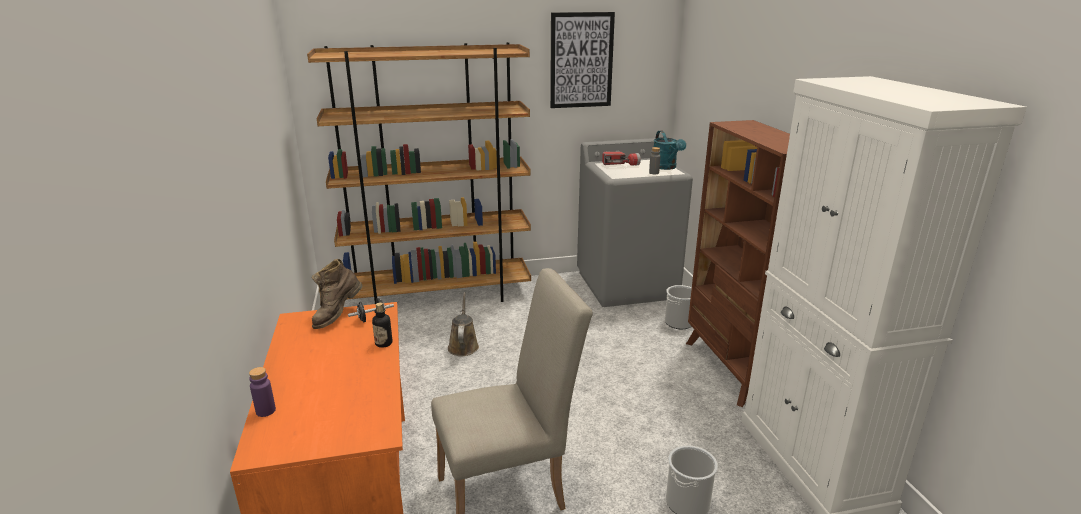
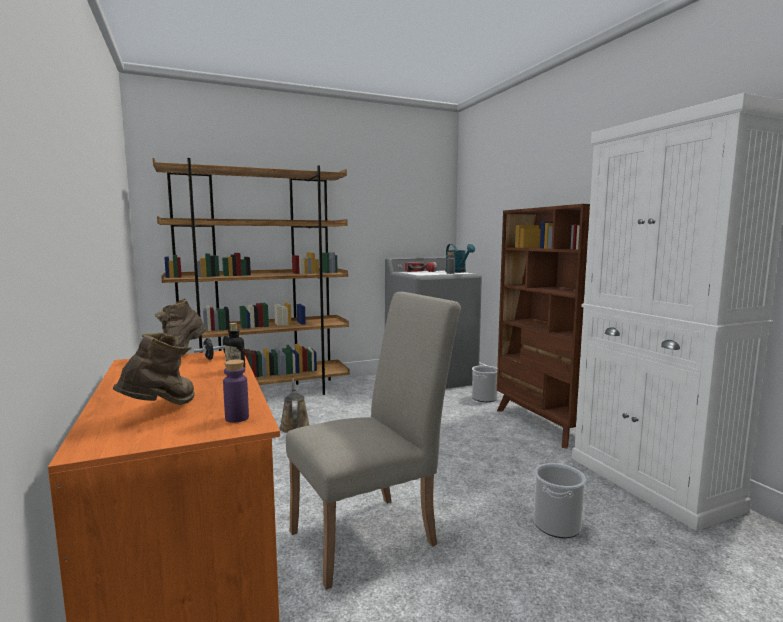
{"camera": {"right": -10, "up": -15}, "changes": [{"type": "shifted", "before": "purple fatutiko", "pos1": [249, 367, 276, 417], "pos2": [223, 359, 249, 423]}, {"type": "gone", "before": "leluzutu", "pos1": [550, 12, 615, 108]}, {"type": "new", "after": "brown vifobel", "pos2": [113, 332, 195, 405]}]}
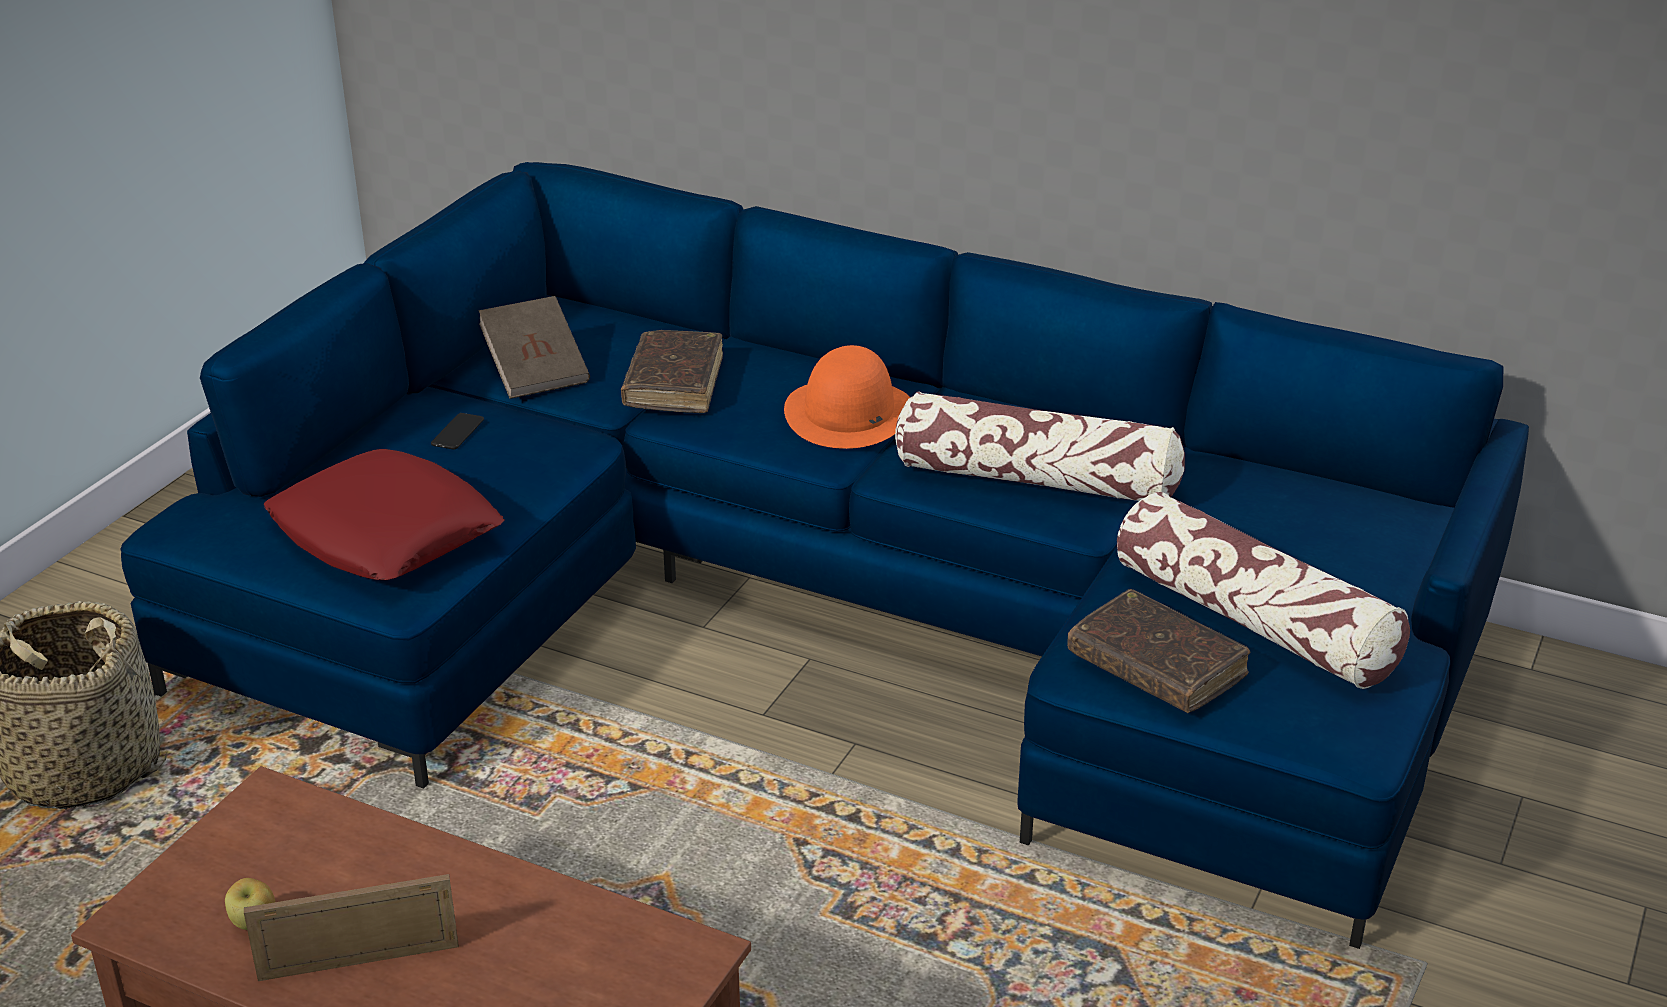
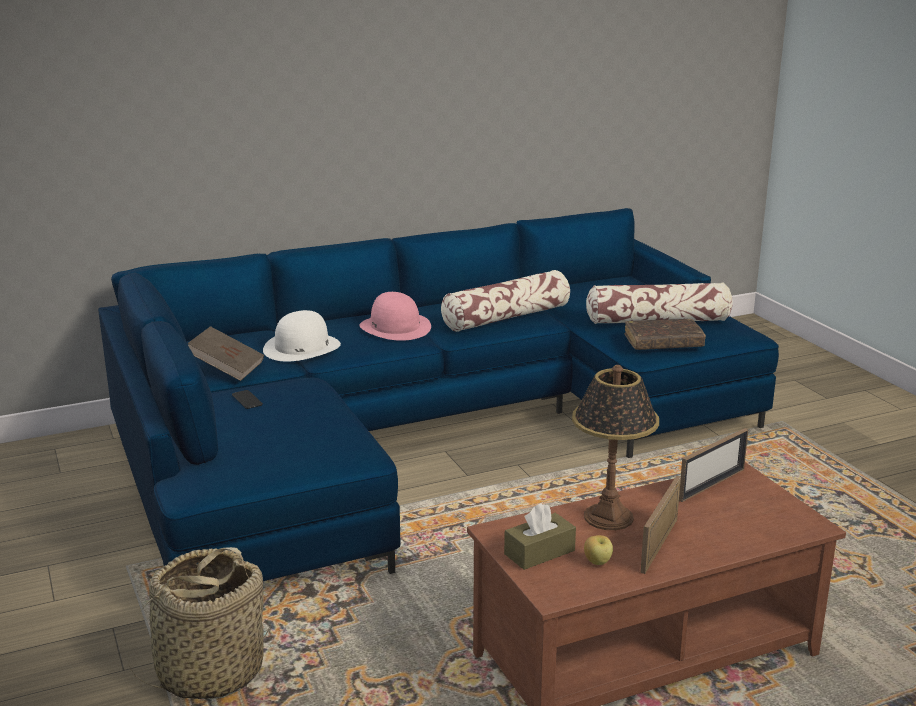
{"camera": {"right": -50, "up": -10}, "changes": [{"type": "gone", "before": "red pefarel", "pos1": [264, 449, 504, 580]}, {"type": "swapped", "before": "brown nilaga", "after": "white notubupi", "pos1": [621, 330, 723, 413], "pos2": [263, 310, 341, 362]}, {"type": "repainted", "before": "orange notubupi", "after": "pink notubupi", "pos1": [784, 345, 910, 449], "pos2": [359, 292, 431, 341]}, {"type": "new", "after": "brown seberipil", "pos2": [504, 503, 576, 570]}, {"type": "new", "after": "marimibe", "pos2": [572, 365, 659, 530]}, {"type": "new", "after": "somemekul", "pos2": [679, 428, 748, 502]}]}
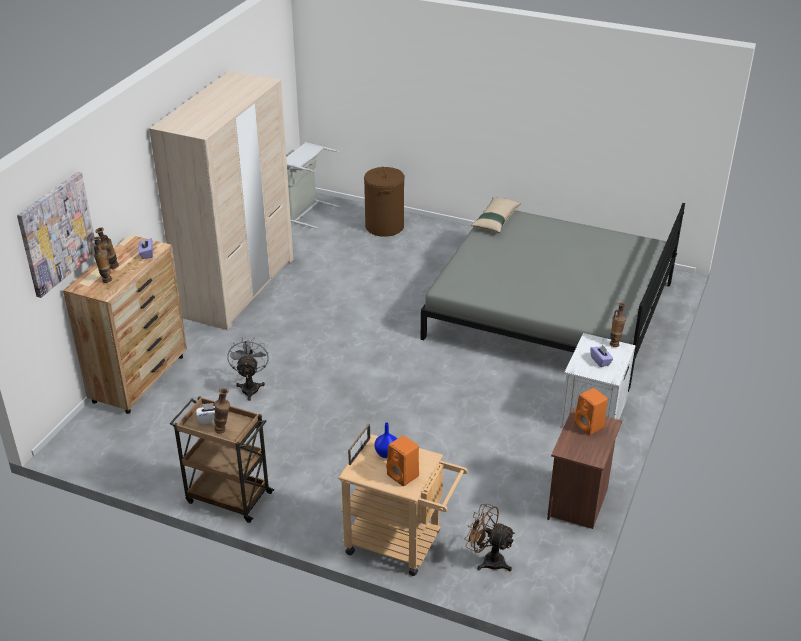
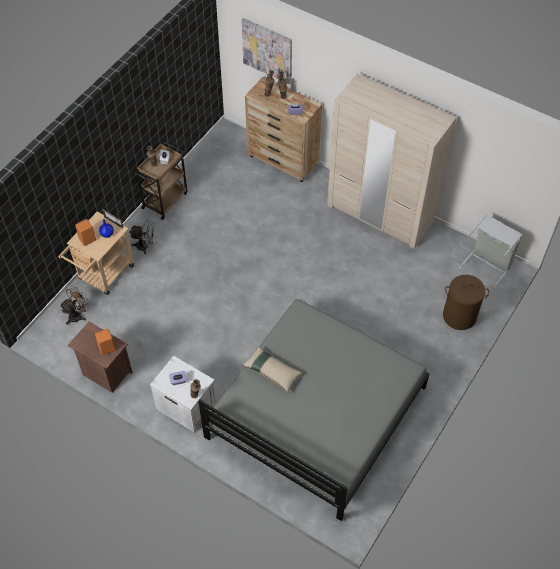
{"camera": {"right": 100, "up": 20}, "changes": [{"type": "shifted", "before": "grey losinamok", "pos1": [227, 337, 269, 401], "pos2": [129, 220, 155, 254]}, {"type": "shifted", "before": "beige pefarel", "pos1": [471, 197, 521, 233], "pos2": [243, 346, 302, 392]}]}
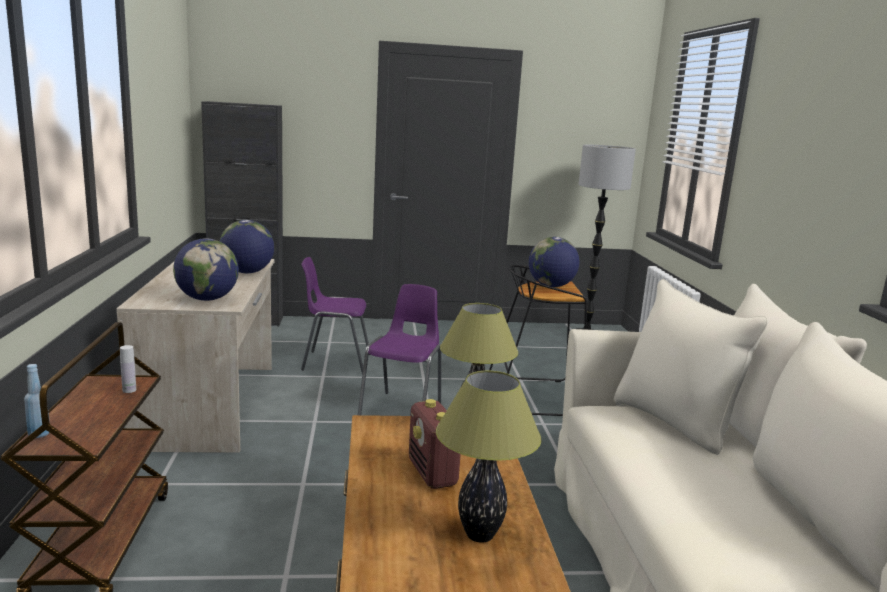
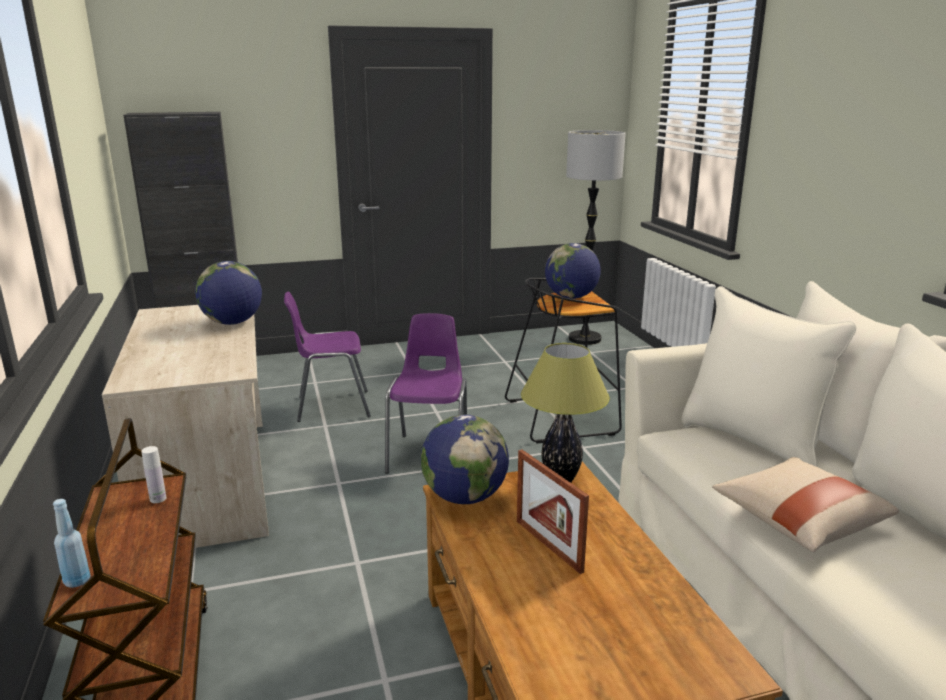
{"camera": {"right": -10, "up": 5}, "changes": [{"type": "shifted", "before": "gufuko", "pos1": [173, 238, 239, 301], "pos2": [421, 415, 509, 504]}, {"type": "swapped", "before": "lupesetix", "after": "somemekul", "pos1": [409, 399, 461, 489], "pos2": [517, 449, 589, 574]}, {"type": "gone", "before": "marimibe", "pos1": [436, 371, 541, 543]}, {"type": "new", "after": "beige pefarel", "pos2": [712, 457, 899, 552]}]}
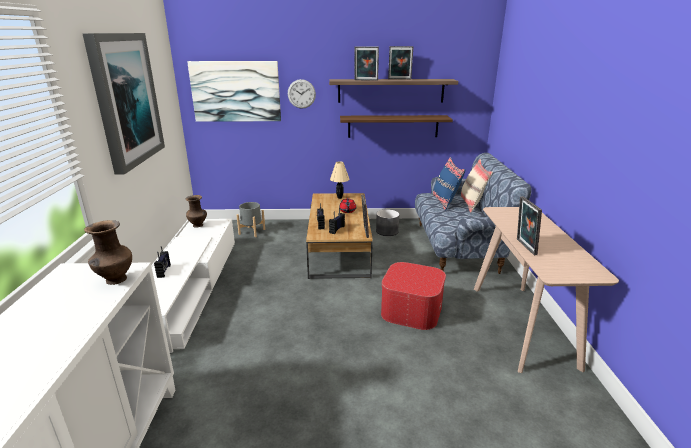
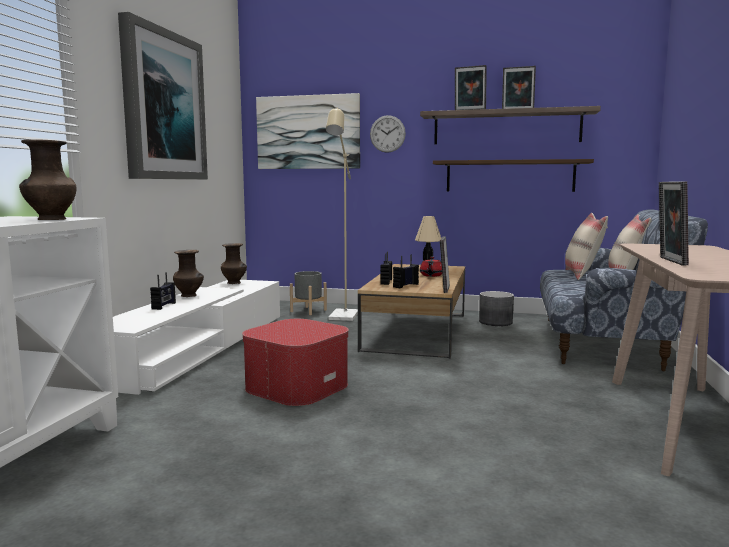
{"camera": {"right": 15, "up": -15}, "changes": [{"type": "shifted", "before": "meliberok", "pos1": [381, 262, 446, 330], "pos2": [242, 319, 349, 406]}, {"type": "repainted", "before": "blue pefarel", "after": "beige pefarel", "pos1": [433, 157, 466, 210], "pos2": [565, 213, 608, 280]}, {"type": "new", "after": "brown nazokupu", "pos2": [173, 250, 204, 297]}, {"type": "new", "after": "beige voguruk", "pos2": [326, 108, 358, 321]}]}
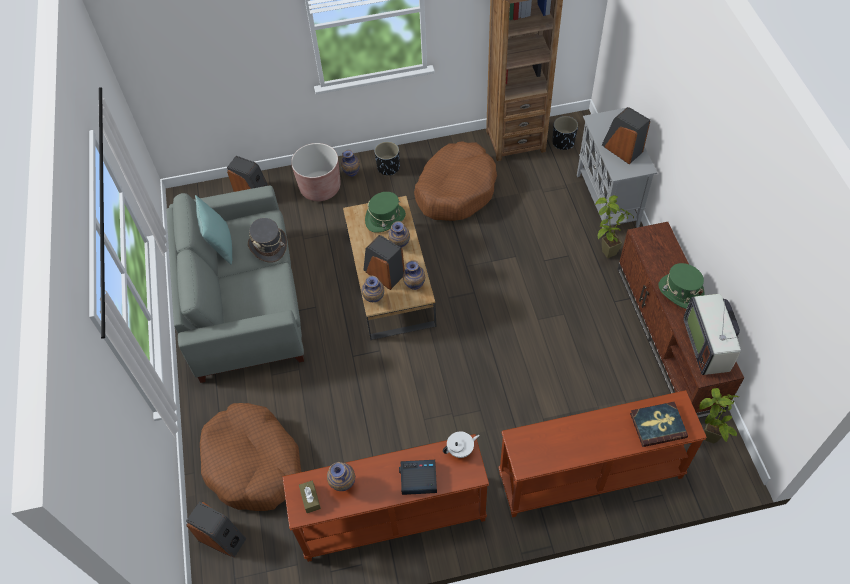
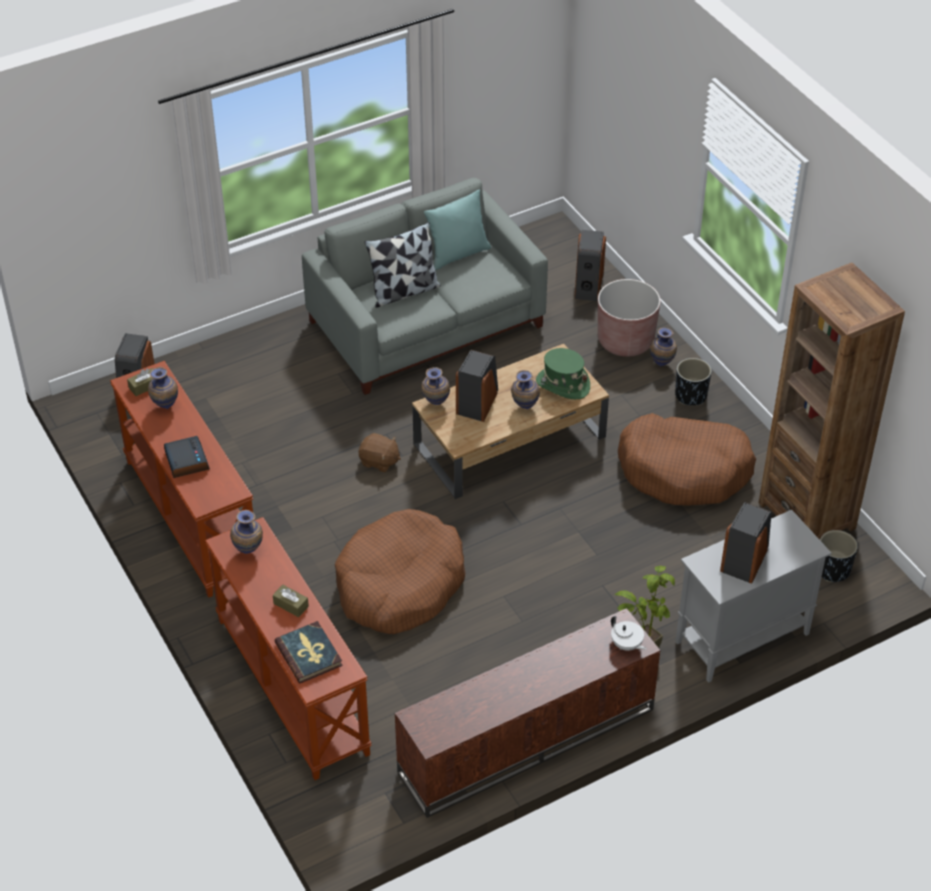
{"camera": {"right": 70, "up": -10}, "changes": [{"type": "shifted", "before": "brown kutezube", "pos1": [200, 403, 302, 511], "pos2": [335, 509, 465, 634]}, {"type": "gone", "before": "grey notubupi", "pos1": [248, 218, 287, 263]}, {"type": "shifted", "before": "nazokupu", "pos1": [403, 260, 425, 290], "pos2": [230, 510, 263, 554]}, {"type": "shifted", "before": "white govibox", "pos1": [443, 431, 480, 458], "pos2": [611, 616, 647, 651]}, {"type": "gone", "before": "green notubupi", "pos1": [658, 263, 705, 309]}, {"type": "gone", "before": "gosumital", "pos1": [683, 294, 741, 375]}, {"type": "gone", "before": "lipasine", "pos1": [699, 388, 739, 444]}, {"type": "new", "after": "brown seberipil", "pos2": [273, 585, 309, 617]}, {"type": "new", "after": "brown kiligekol", "pos2": [358, 433, 401, 473]}, {"type": "new", "after": "pefarel", "pos2": [364, 222, 441, 308]}]}
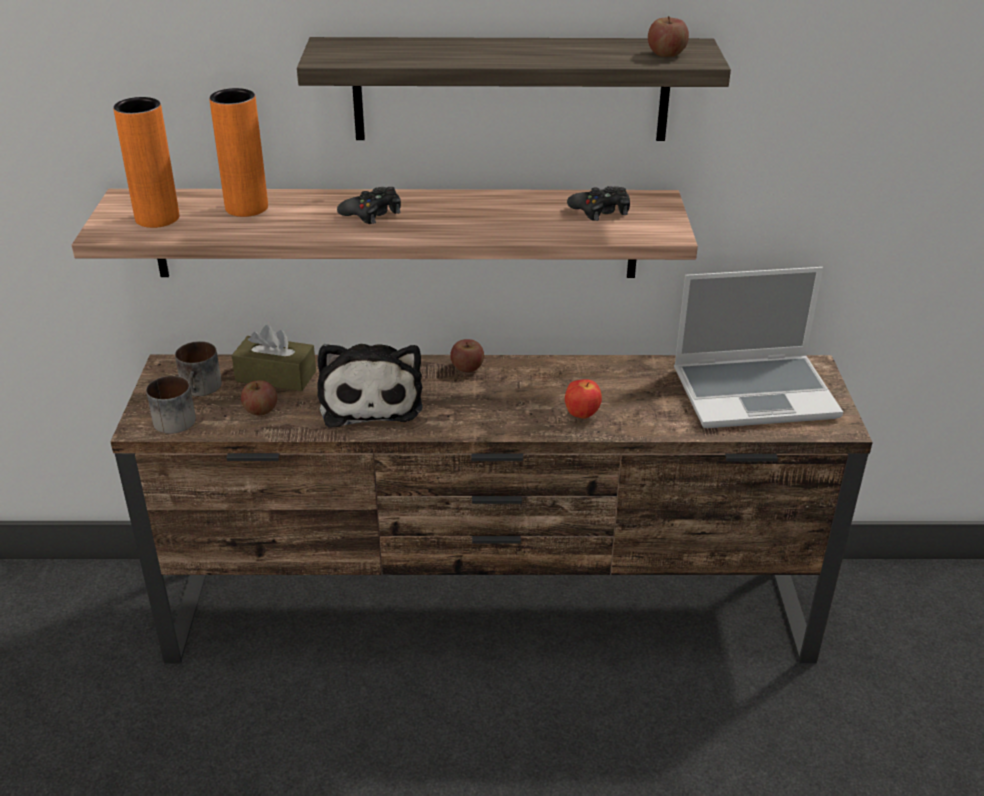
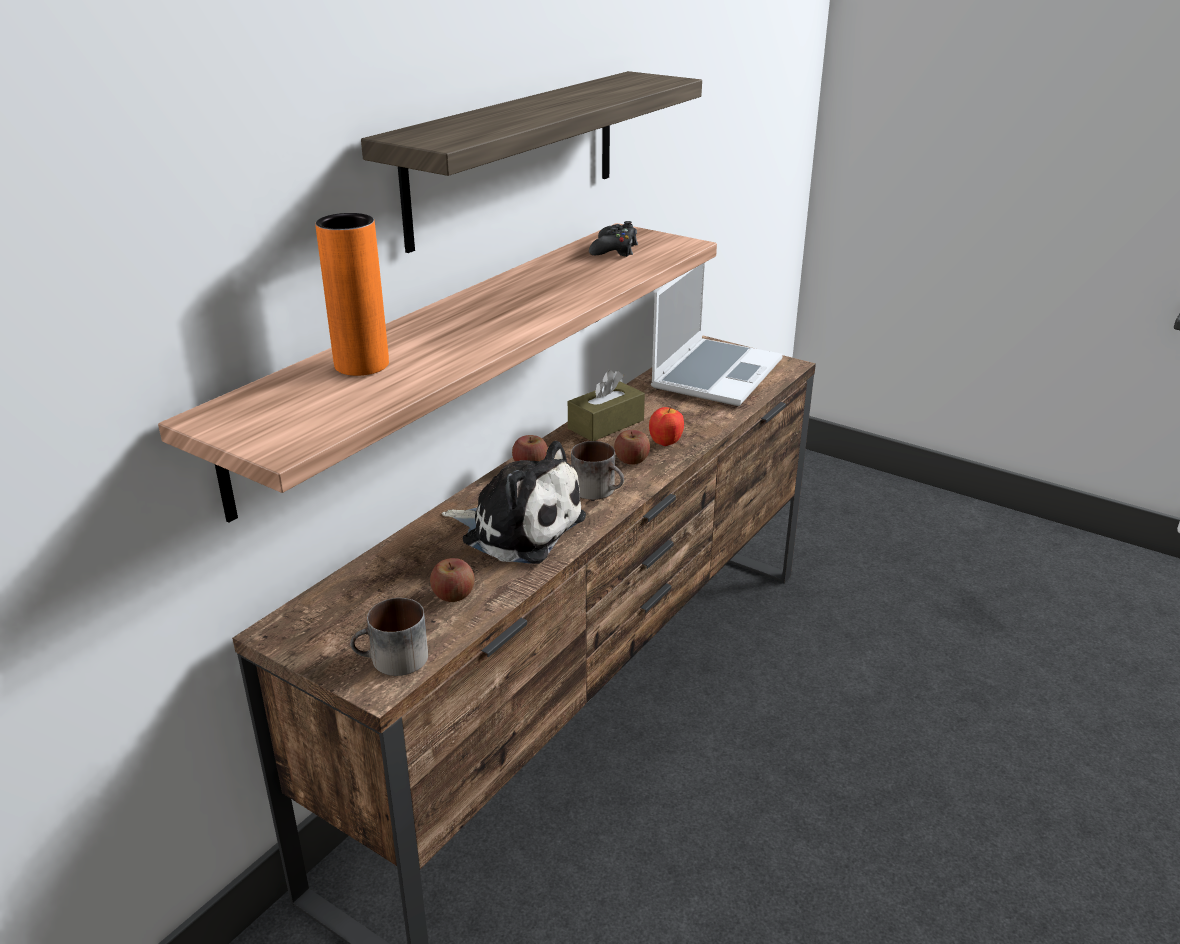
{"camera": {"right": -55, "up": -5}, "changes": [{"type": "gone", "before": "orange nazokupu", "pos1": [113, 97, 179, 228]}, {"type": "shifted", "before": "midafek", "pos1": [175, 341, 222, 396], "pos2": [571, 441, 624, 500]}, {"type": "shifted", "before": "brown seberipil", "pos1": [232, 325, 316, 391], "pos2": [568, 370, 645, 441]}, {"type": "gone", "before": "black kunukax", "pos1": [337, 187, 401, 224]}, {"type": "shifted", "before": "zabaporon", "pos1": [648, 16, 689, 57], "pos2": [614, 430, 650, 465]}]}
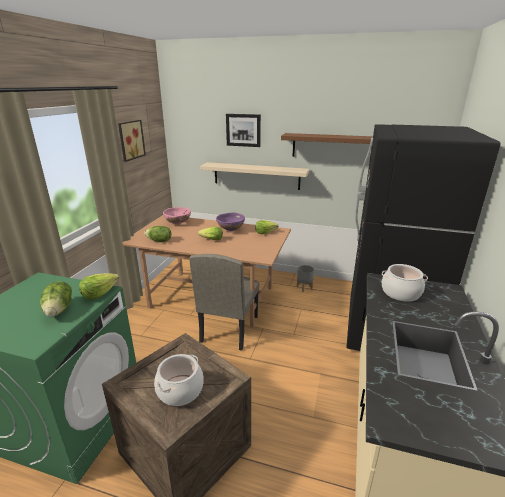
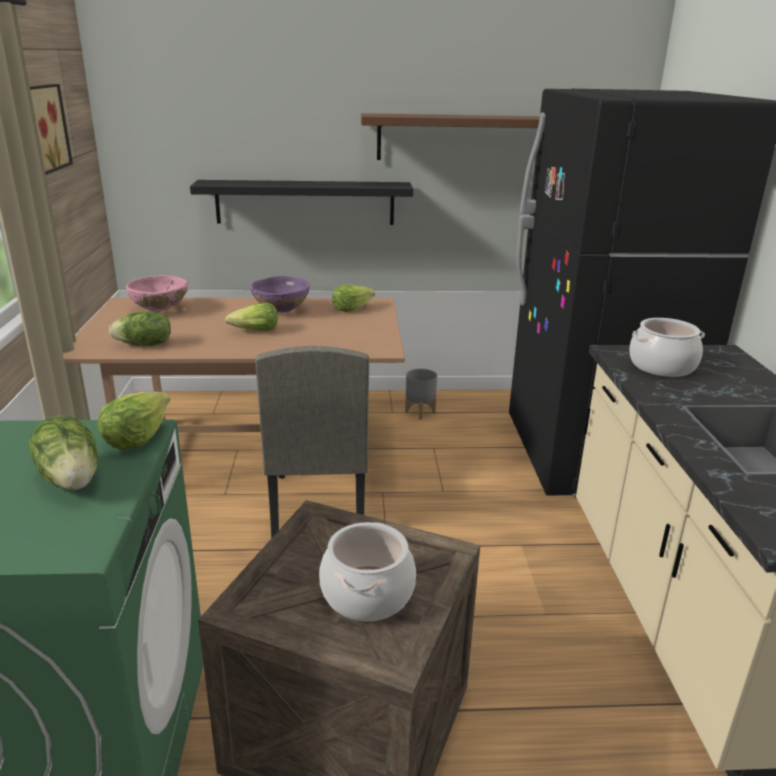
{"camera": {"right": -20, "up": 0}, "changes": [{"type": "repainted", "before": "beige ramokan", "after": "black ramokan", "pos1": [200, 162, 309, 190], "pos2": [190, 180, 413, 225]}, {"type": "gone", "before": "leluzutu", "pos1": [226, 114, 261, 147]}]}
